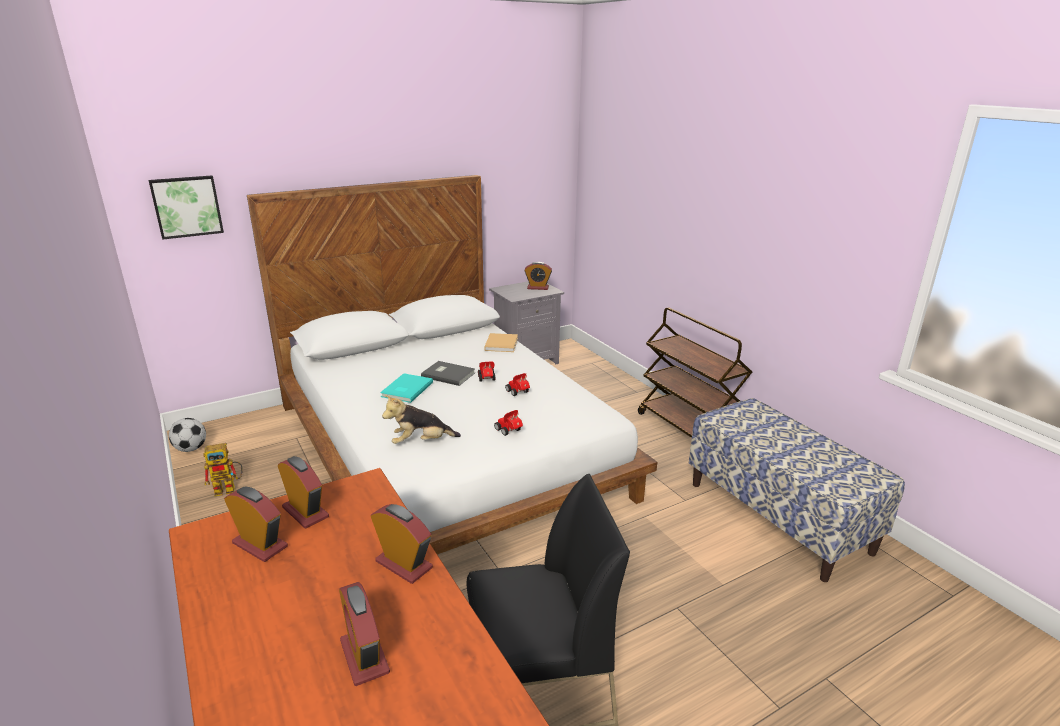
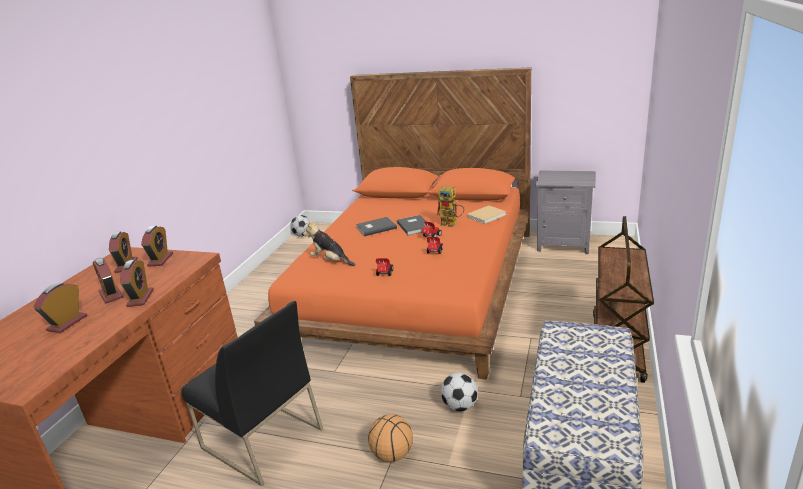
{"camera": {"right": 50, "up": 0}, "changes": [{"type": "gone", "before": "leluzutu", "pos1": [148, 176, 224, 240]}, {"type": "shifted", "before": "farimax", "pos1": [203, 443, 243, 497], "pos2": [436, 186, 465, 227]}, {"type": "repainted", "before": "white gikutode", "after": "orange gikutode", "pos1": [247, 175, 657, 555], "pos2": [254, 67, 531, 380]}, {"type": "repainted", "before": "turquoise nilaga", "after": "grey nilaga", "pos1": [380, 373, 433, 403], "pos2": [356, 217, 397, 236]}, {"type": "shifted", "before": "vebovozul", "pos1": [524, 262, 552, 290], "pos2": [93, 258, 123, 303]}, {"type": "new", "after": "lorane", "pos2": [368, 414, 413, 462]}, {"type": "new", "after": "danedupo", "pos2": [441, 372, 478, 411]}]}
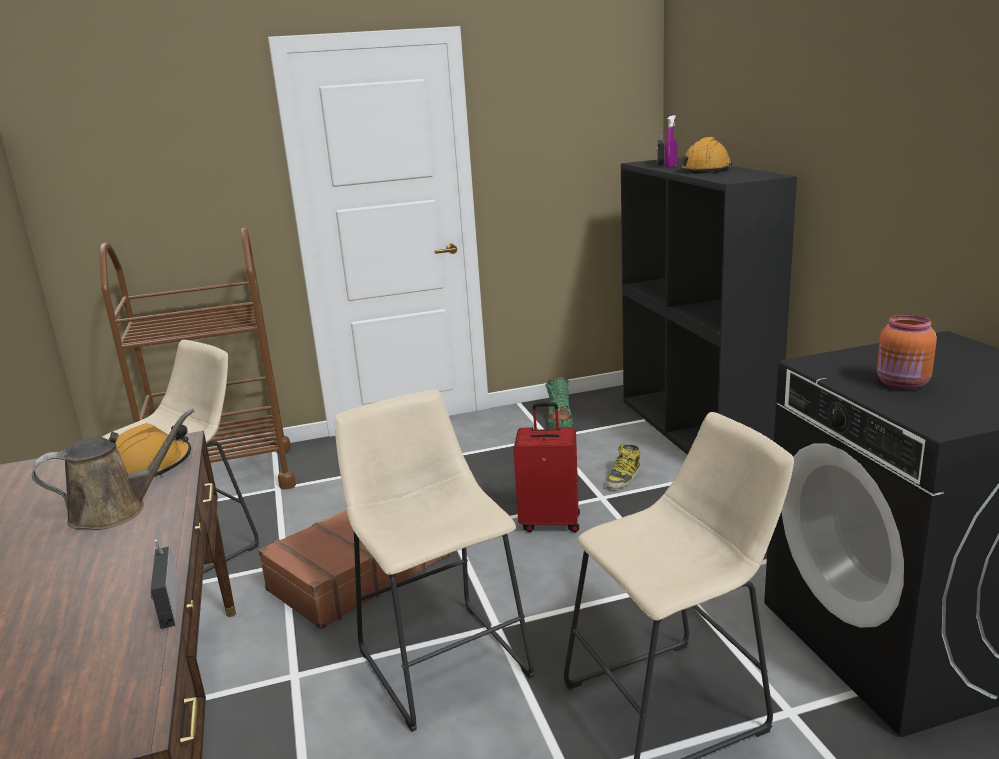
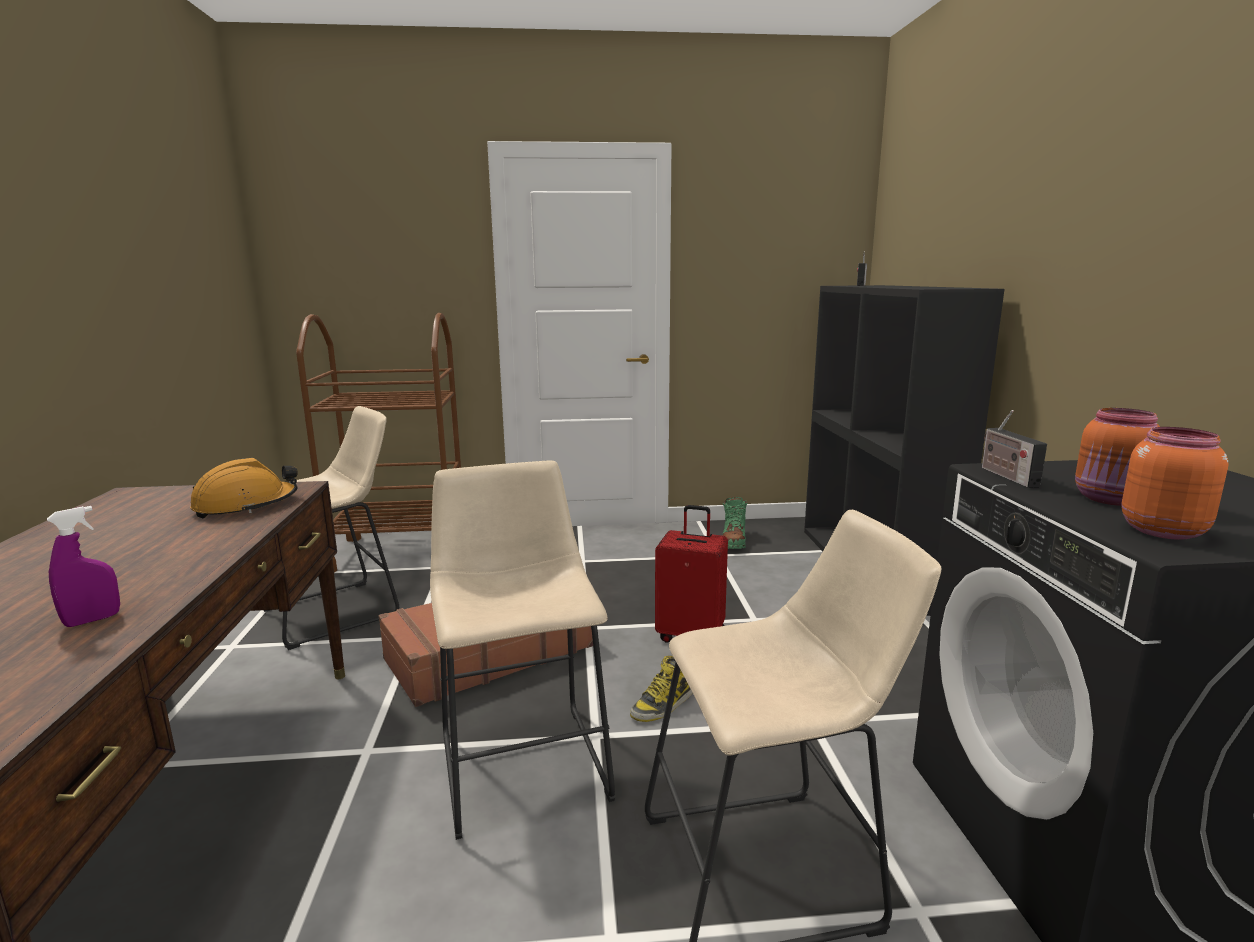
{"camera": {"right": 10, "up": -5}, "changes": [{"type": "gone", "before": "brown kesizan", "pos1": [32, 409, 194, 530]}, {"type": "shifted", "before": "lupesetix", "pos1": [150, 540, 179, 629], "pos2": [982, 410, 1047, 488]}, {"type": "shifted", "before": "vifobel", "pos1": [605, 444, 641, 489], "pos2": [630, 656, 693, 722]}, {"type": "shifted", "before": "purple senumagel", "pos1": [665, 115, 678, 168], "pos2": [47, 506, 120, 627]}, {"type": "gone", "before": "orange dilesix", "pos1": [681, 137, 733, 174]}, {"type": "new", "after": "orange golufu", "pos2": [1121, 427, 1228, 540]}]}
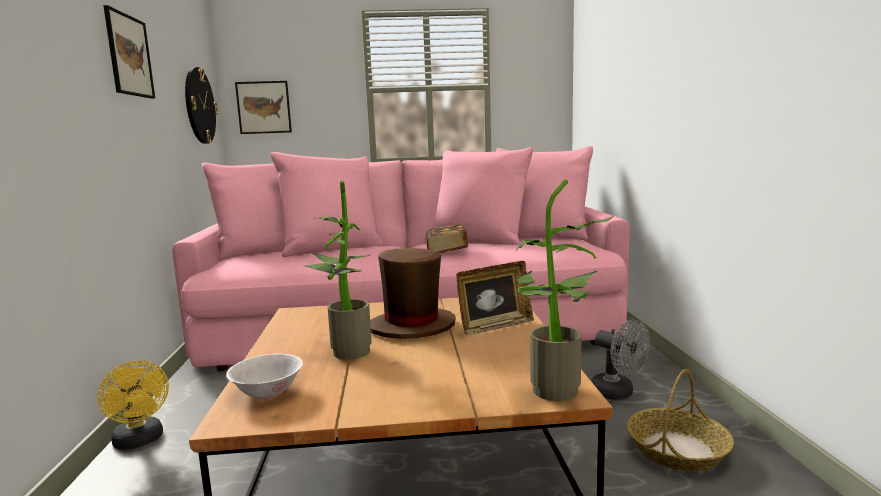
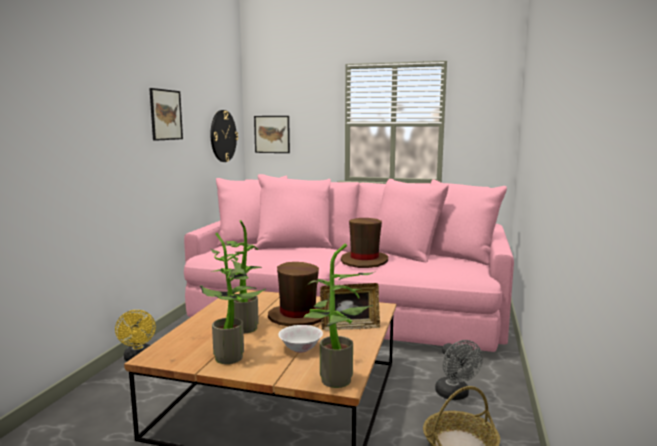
{"camera": {"right": 20, "up": 0}, "changes": [{"type": "shifted", "before": "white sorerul", "pos1": [226, 354, 303, 399], "pos2": [278, 325, 323, 353]}, {"type": "swapped", "before": "nilaga", "after": "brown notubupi", "pos1": [425, 225, 468, 253], "pos2": [341, 218, 388, 268]}, {"type": "new", "after": "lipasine", "pos2": [200, 233, 266, 364]}]}
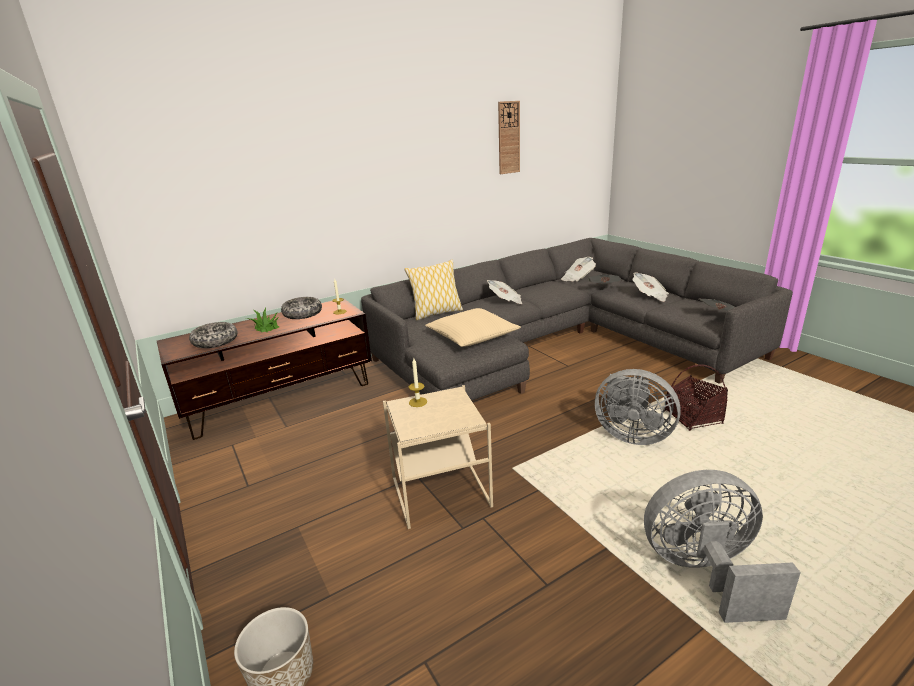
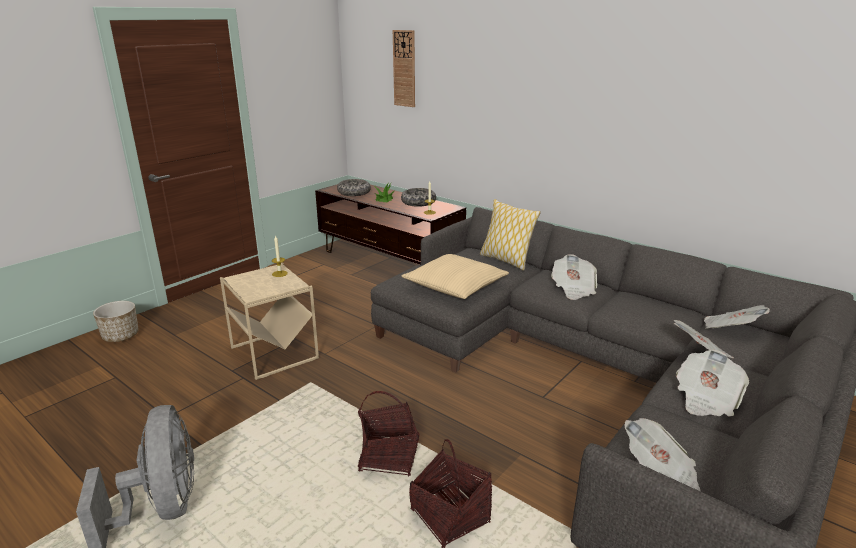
{"camera": {"right": 70, "up": 0}, "changes": [{"type": "shifted", "before": "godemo", "pos1": [498, 101, 520, 174], "pos2": [393, 30, 415, 107]}, {"type": "swapped", "before": "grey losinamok", "after": "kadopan", "pos1": [595, 369, 681, 445], "pos2": [358, 391, 419, 477]}]}
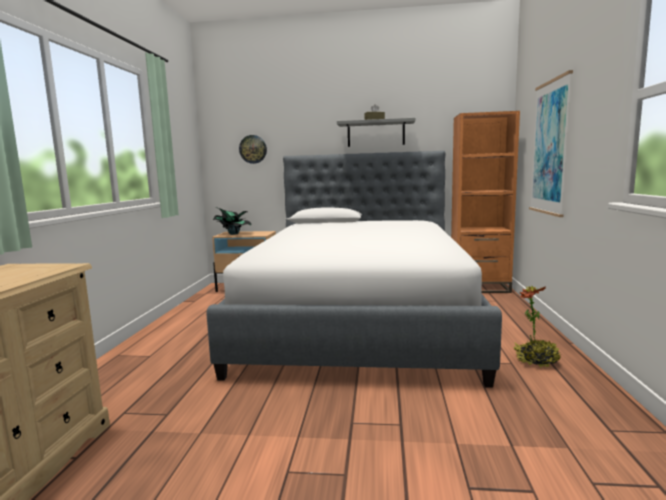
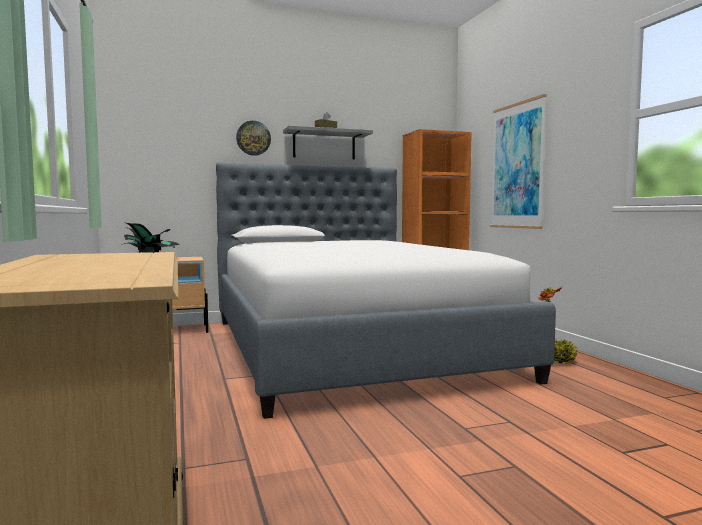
{"camera": {"right": -25, "up": -5}, "changes": [{"type": "shifted", "before": "godemo", "pos1": [239, 135, 267, 164], "pos2": [236, 121, 271, 156]}]}
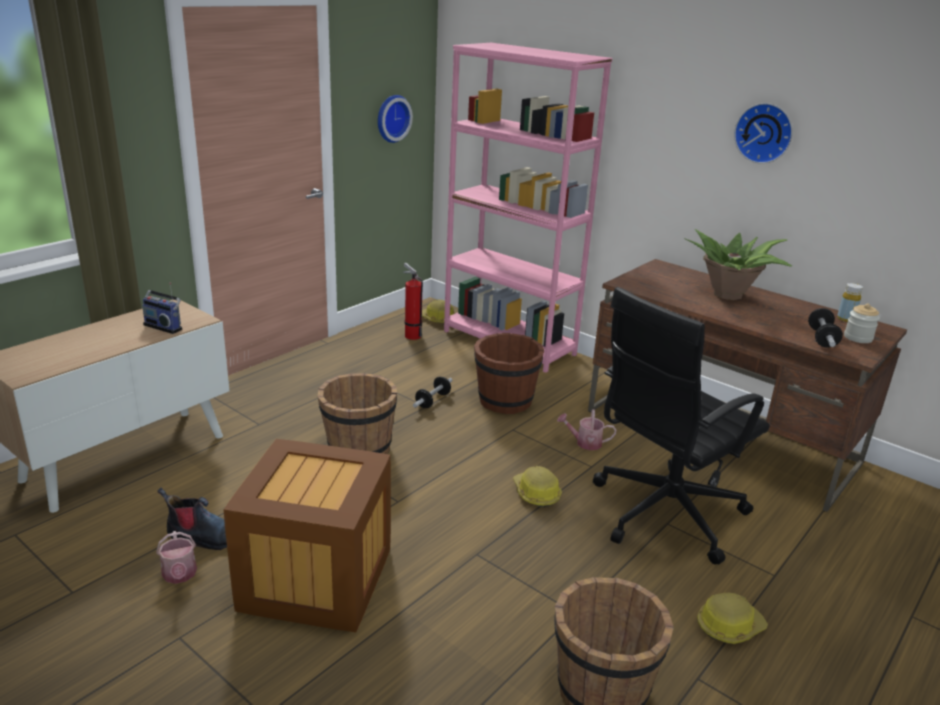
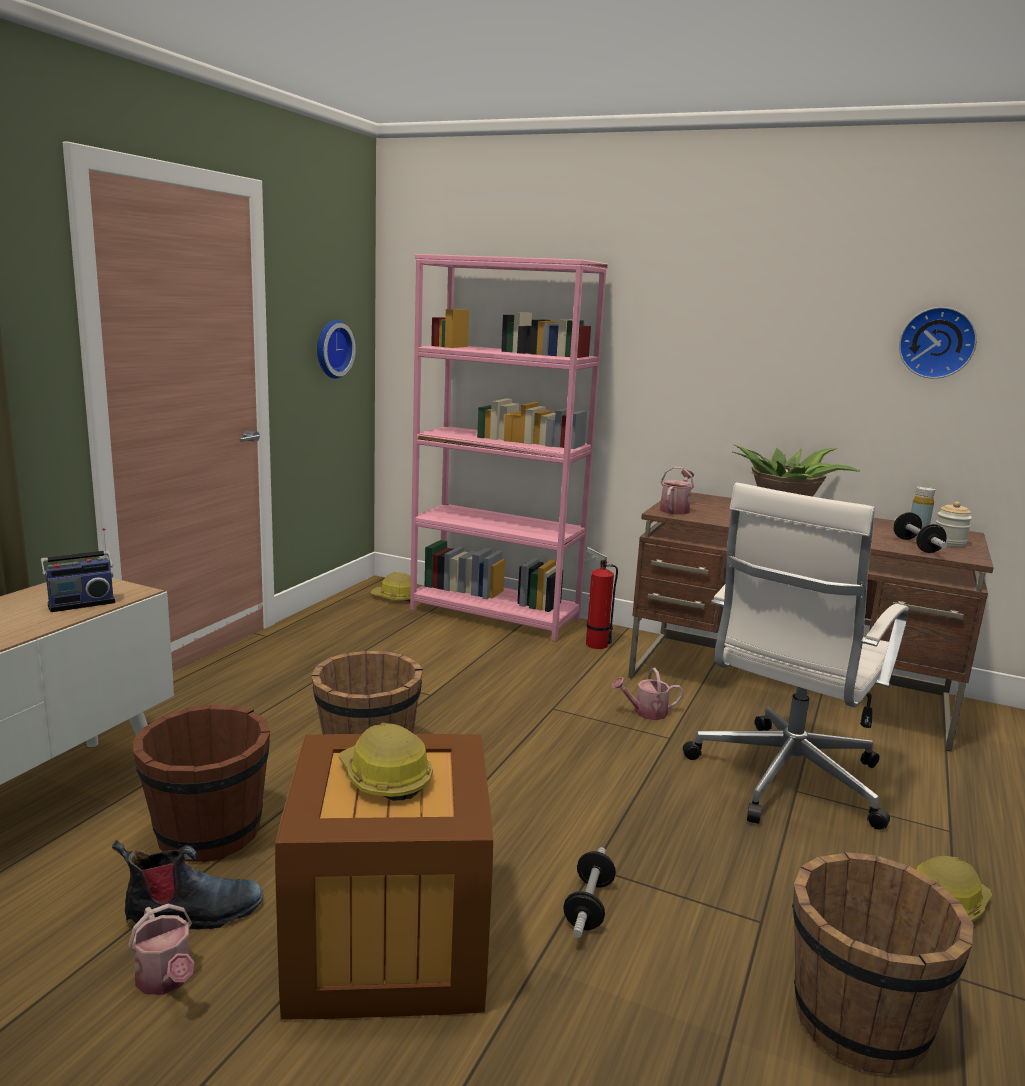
{"camera": {"right": -15, "up": -10}, "changes": [{"type": "rotated", "before": "lupesetix", "pos1": [142, 282, 182, 334], "pos2": [41, 528, 116, 612], "turn": -45}, {"type": "shifted", "before": "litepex", "pos1": [403, 263, 423, 340], "pos2": [583, 547, 618, 649]}, {"type": "shifted", "before": "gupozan", "pos1": [413, 377, 453, 408], "pos2": [563, 847, 616, 938]}, {"type": "shifted", "before": "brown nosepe", "pos1": [474, 333, 544, 414], "pos2": [133, 705, 270, 863]}, {"type": "shifted", "before": "dilesix", "pos1": [513, 466, 562, 507], "pos2": [339, 723, 433, 801]}, {"type": "repainted", "before": "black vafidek", "after": "white vafidek", "pos1": [593, 287, 770, 565], "pos2": [683, 482, 909, 830]}, {"type": "shifted", "before": "godemo", "pos1": [734, 103, 793, 164], "pos2": [899, 307, 977, 379]}, {"type": "new", "after": "kesizan", "pos2": [660, 466, 694, 515]}]}
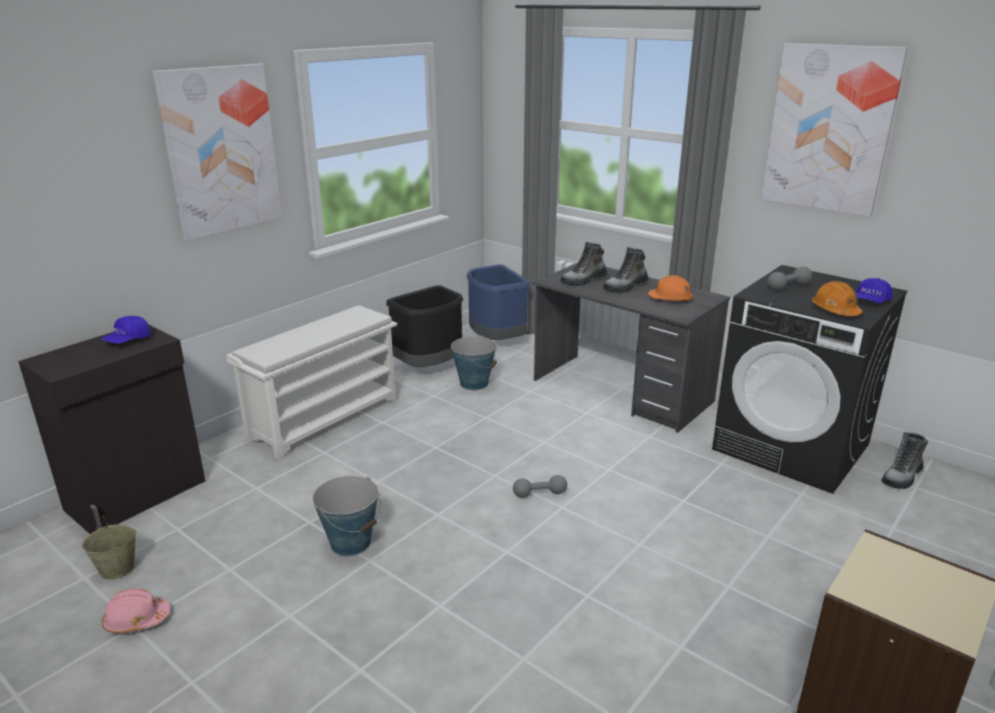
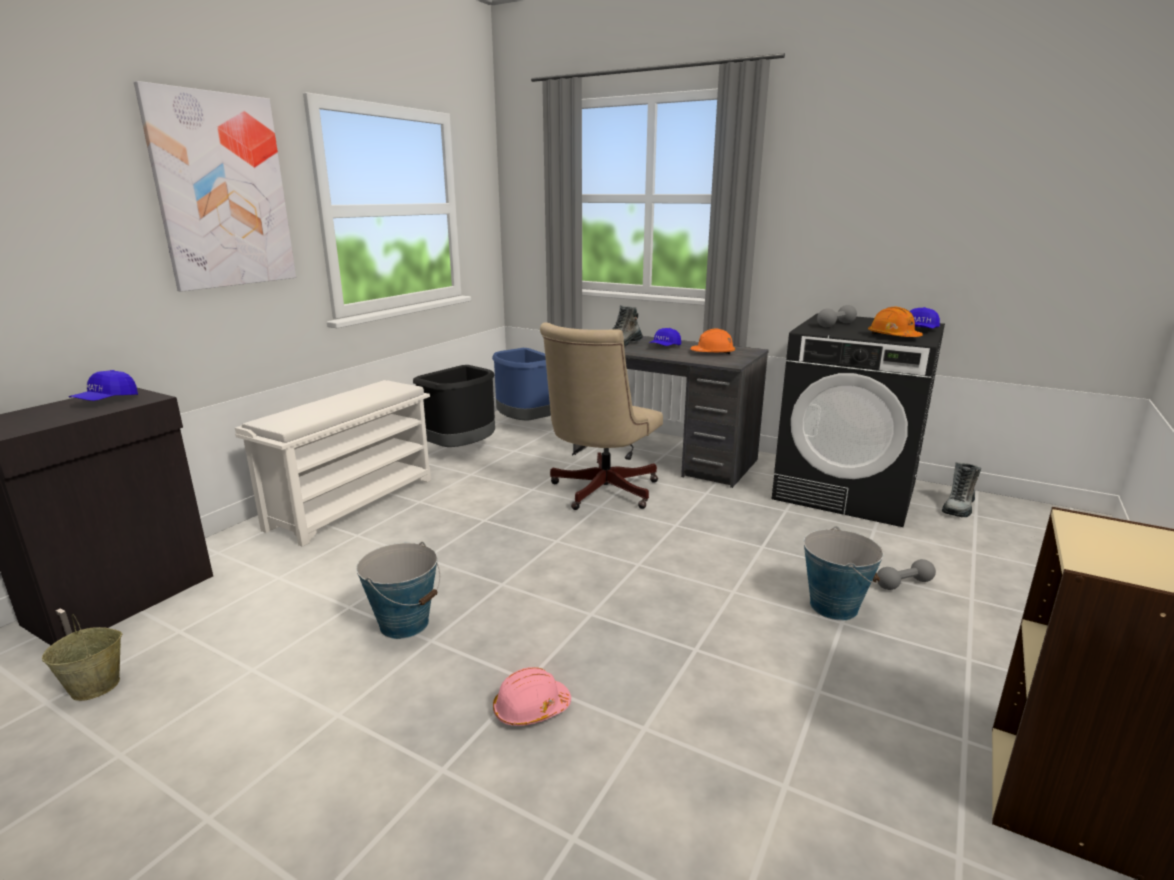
{"camera": {"right": -10, "up": -5}, "changes": [{"type": "shifted", "before": "pink dilesix", "pos1": [102, 588, 171, 633], "pos2": [493, 667, 571, 726]}, {"type": "shifted", "before": "nosepe", "pos1": [451, 335, 497, 390], "pos2": [804, 526, 884, 620]}, {"type": "shifted", "before": "grey gupozan", "pos1": [513, 475, 567, 498], "pos2": [877, 559, 936, 590]}, {"type": "swapped", "before": "vifobel", "after": "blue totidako", "pos1": [603, 247, 649, 293], "pos2": [649, 328, 681, 346]}, {"type": "gone", "before": "leluzutu", "pos1": [761, 43, 908, 217]}, {"type": "new", "after": "beige vafidek", "pos2": [540, 322, 663, 510]}]}
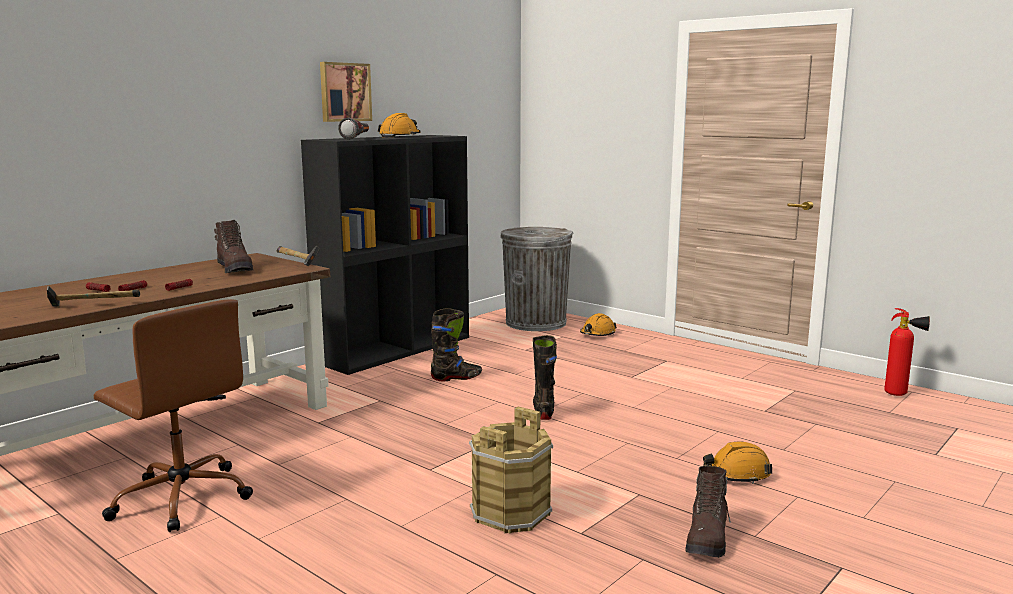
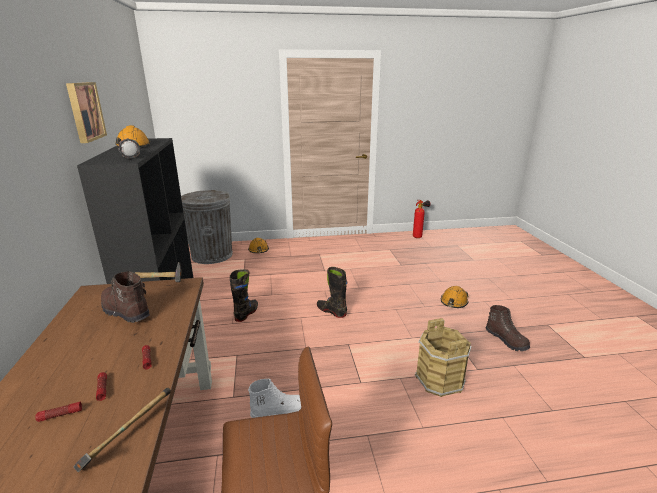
{"camera": {"right": -50, "up": 10}, "changes": [{"type": "rotated", "before": "brown vifobel", "pos1": [214, 220, 253, 273], "pos2": [101, 271, 150, 323], "turn": -150}, {"type": "new", "after": "white vifobel", "pos2": [248, 378, 301, 418]}]}
